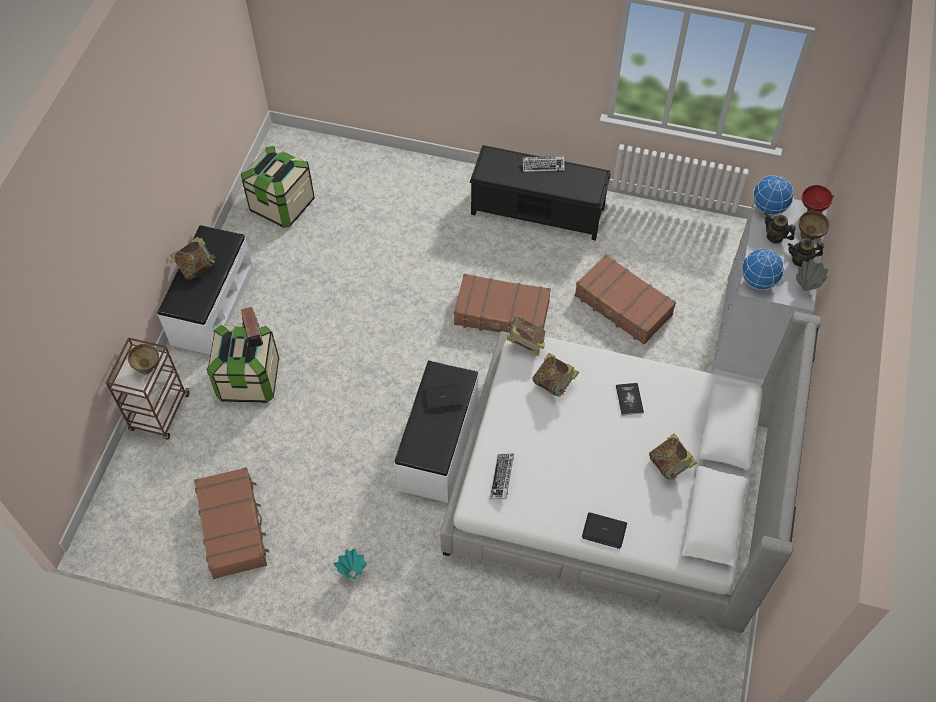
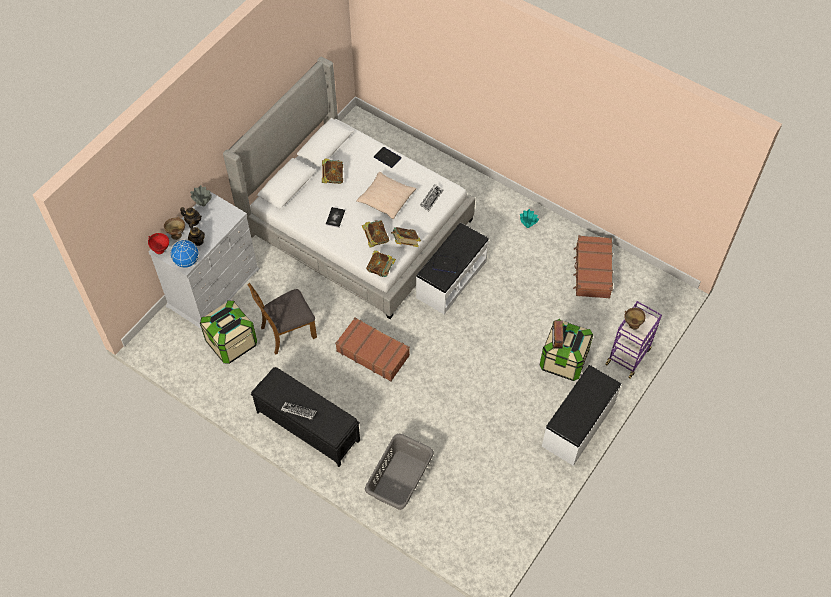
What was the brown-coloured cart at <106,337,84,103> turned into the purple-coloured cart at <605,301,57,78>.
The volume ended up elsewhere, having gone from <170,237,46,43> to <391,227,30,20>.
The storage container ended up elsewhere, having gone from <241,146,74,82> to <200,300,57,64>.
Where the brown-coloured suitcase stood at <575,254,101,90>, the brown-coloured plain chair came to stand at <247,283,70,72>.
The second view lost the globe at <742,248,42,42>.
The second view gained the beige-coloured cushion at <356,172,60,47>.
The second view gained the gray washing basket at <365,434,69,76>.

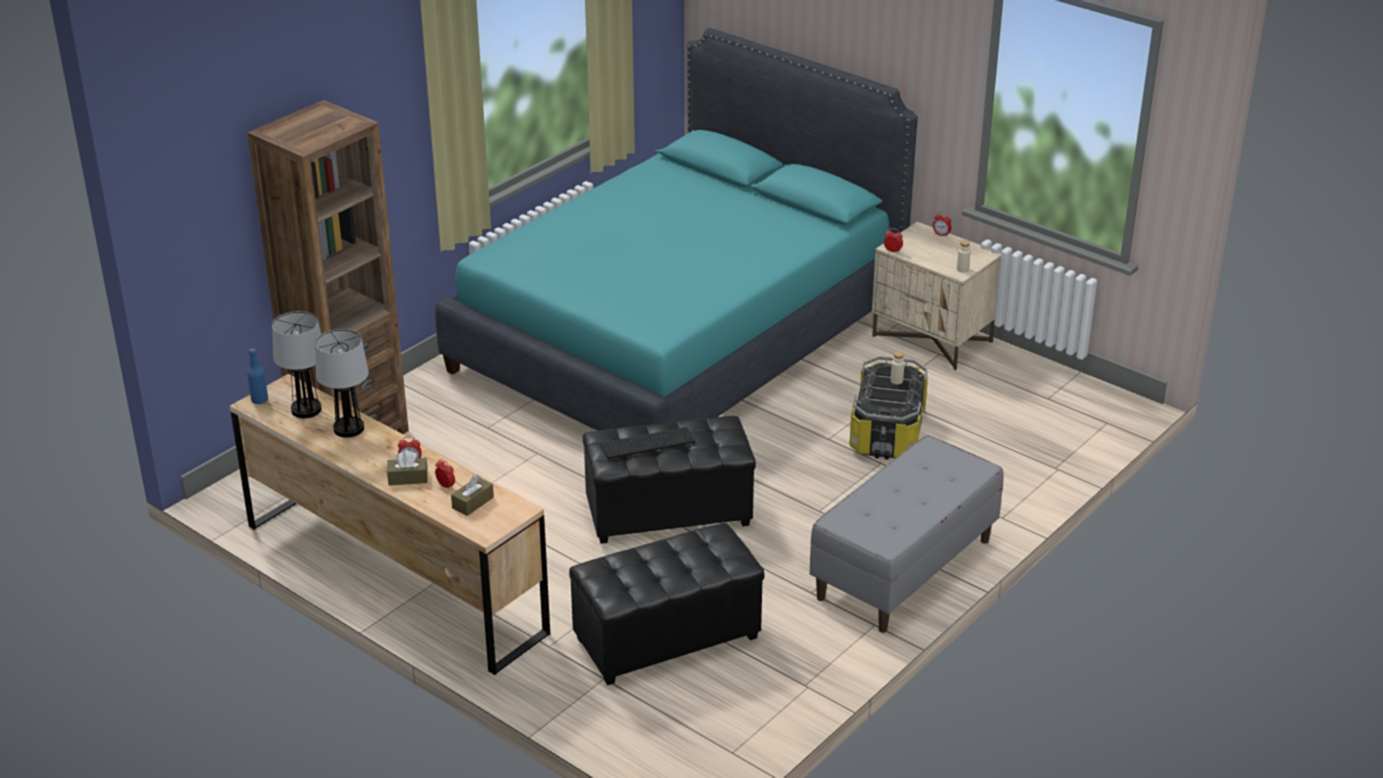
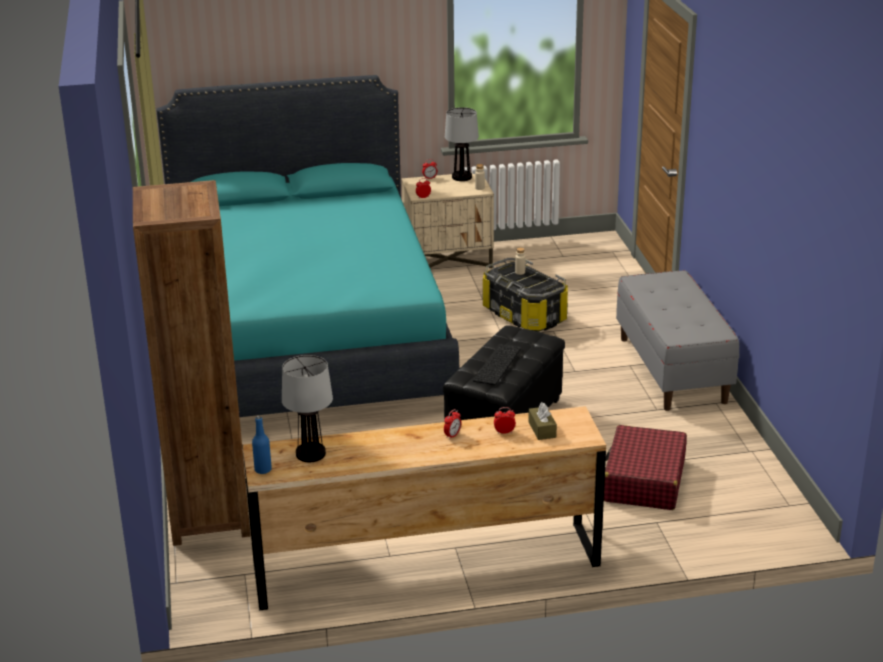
The tabletop lamp ended up elsewhere, having gone from <315,329,54,109> to <445,107,34,74>.
The second view lost the brown-coloured box of tissues at <387,450,41,35>.
Where the blackish footrest stood at <569,522,195,163>, the red-coloured suitcase came to stand at <604,425,83,85>.

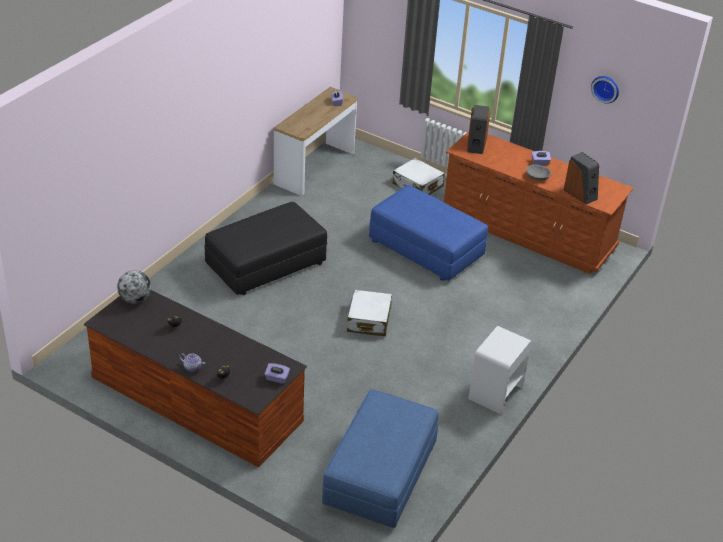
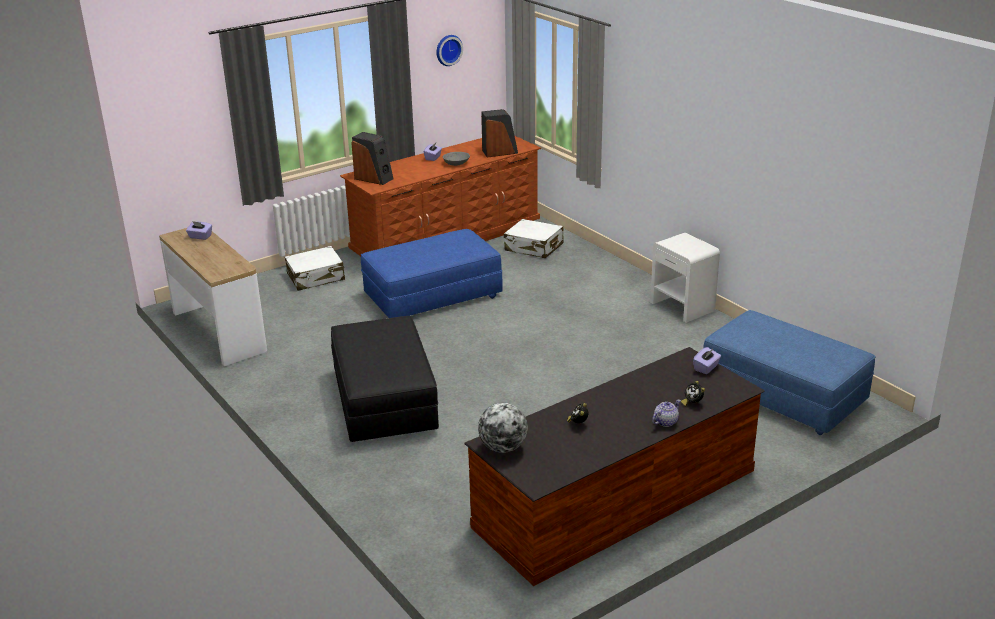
The white suitcase ended up elsewhere, having gone from <347,290,45,46> to <504,219,60,39>.

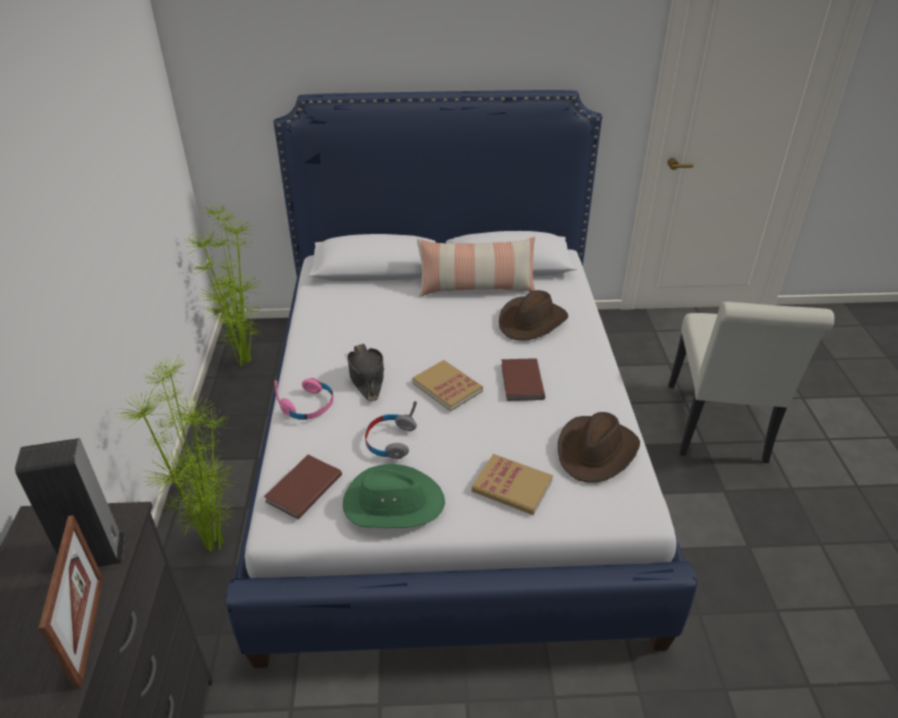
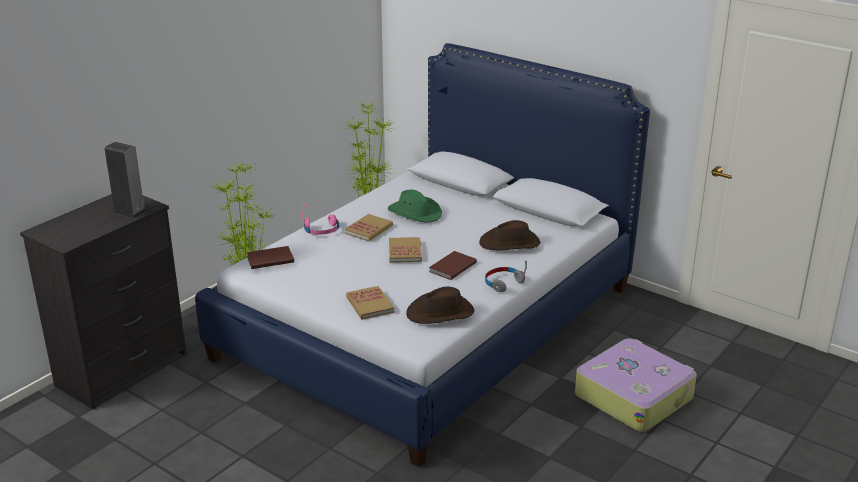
The second view lost the standing frame at <38,515,65,175>.
The greenish hat ended up elsewhere, having gone from <343,464,102,64> to <388,190,54,33>.
Where the blackish hat stood at <347,344,37,58>, the volume came to stand at <345,214,48,27>.
The gray pair of headphones ended up elsewhere, having gone from <365,401,52,58> to <485,260,42,32>.
The second view lost the cushion at <417,237,118,60>.
Where the white plain chair stood at <668,302,166,161>, the suitcase came to stand at <575,338,122,94>.

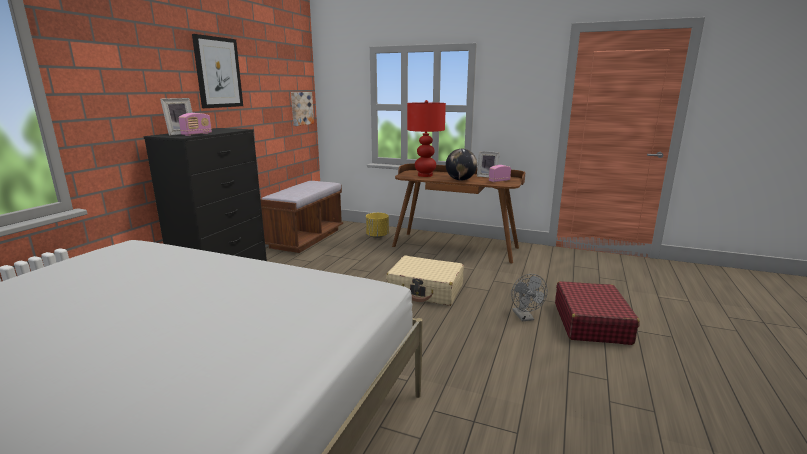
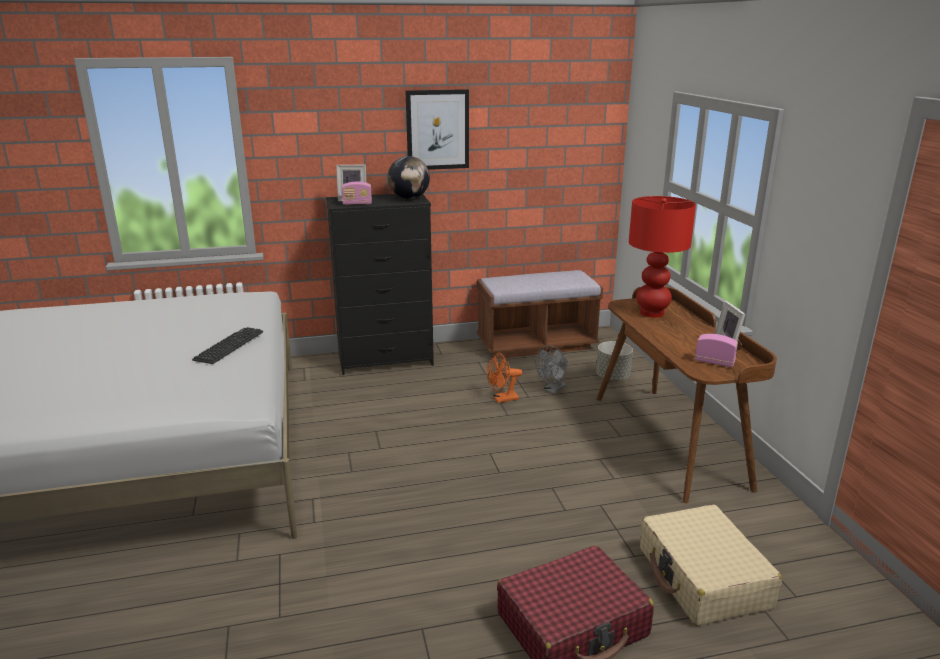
The second view lost the wall art at <291,92,23,34>.
What was the yellow flower pot at <366,213,23,25> turned into the gray flower pot at <596,341,37,40>.
The beige-coloured suitcase ended up elsewhere, having gone from <386,255,78,51> to <640,505,142,121>.
The globe ended up elsewhere, having gone from <446,149,31,31> to <388,156,42,43>.
The gray cooling fan ended up elsewhere, having gone from <511,274,37,48> to <535,345,33,49>.
The second view gained the computer keyboard at <192,327,71,37>.
The second view gained the orangey cooling fan at <487,353,36,50>.

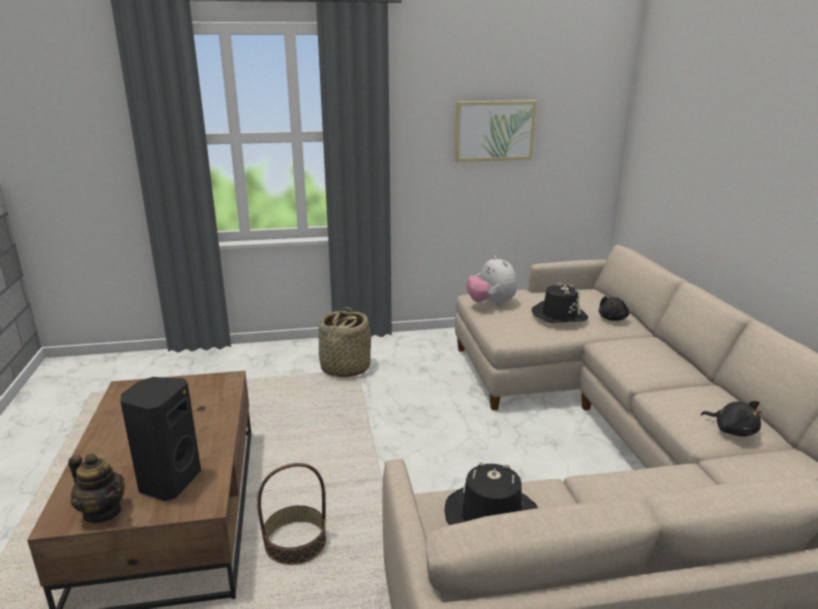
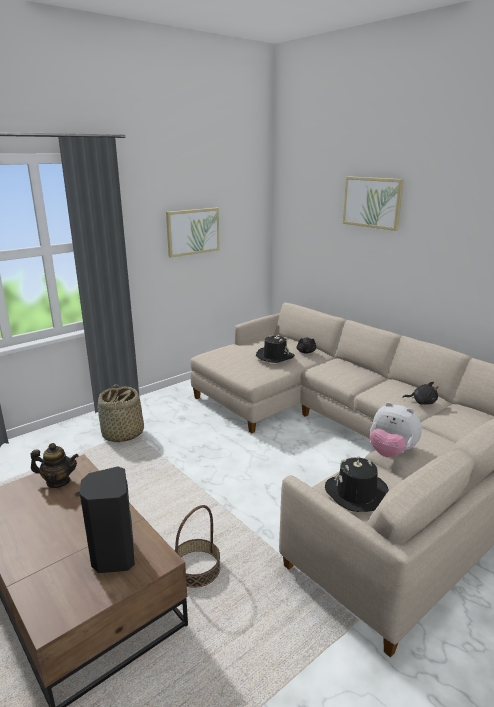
The teapot ended up elsewhere, having gone from <69,454,56,69> to <31,443,48,45>.
The plush toy ended up elsewhere, having gone from <467,255,50,51> to <370,402,52,55>.
The second view gained the wall art at <343,176,61,55>.

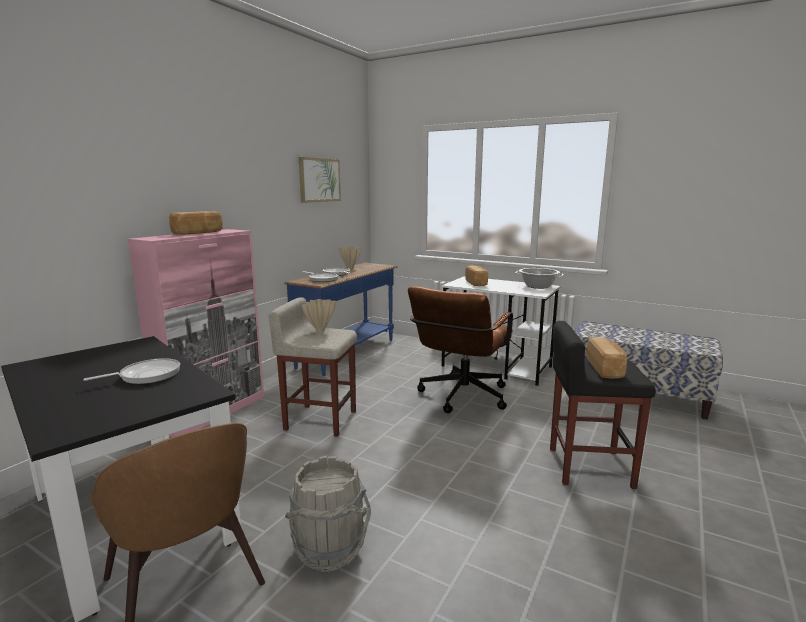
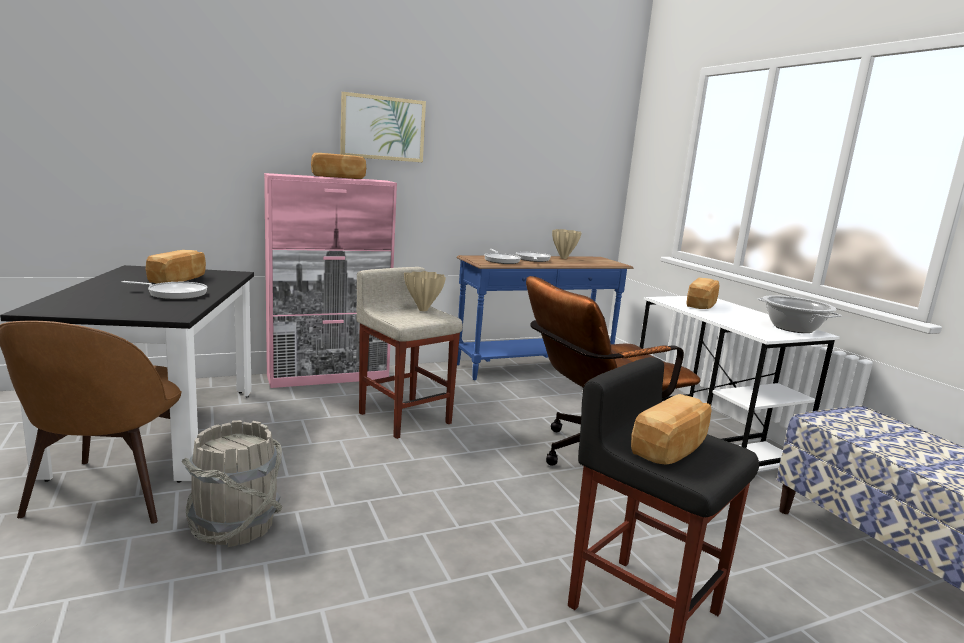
The wall art ended up elsewhere, having gone from <299,157,42,46> to <340,92,86,70>.
The second view gained the bread at <146,250,60,33>.

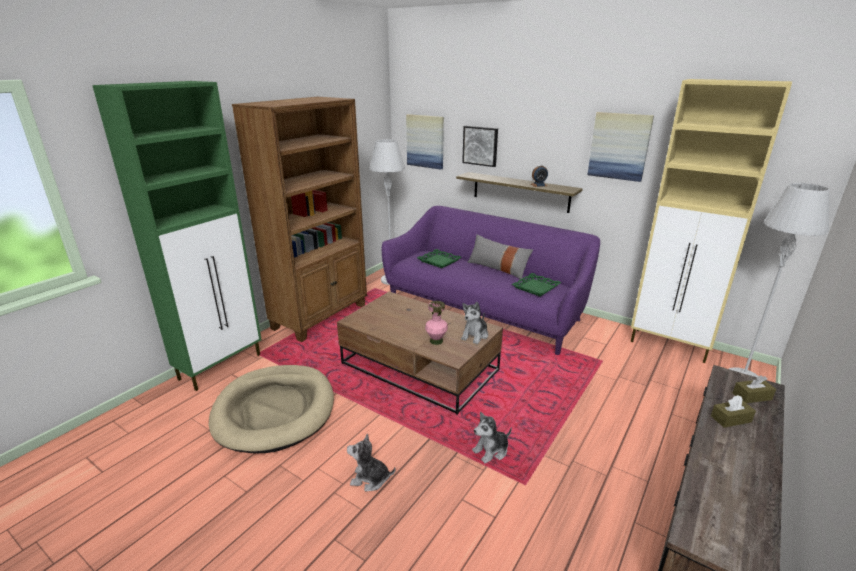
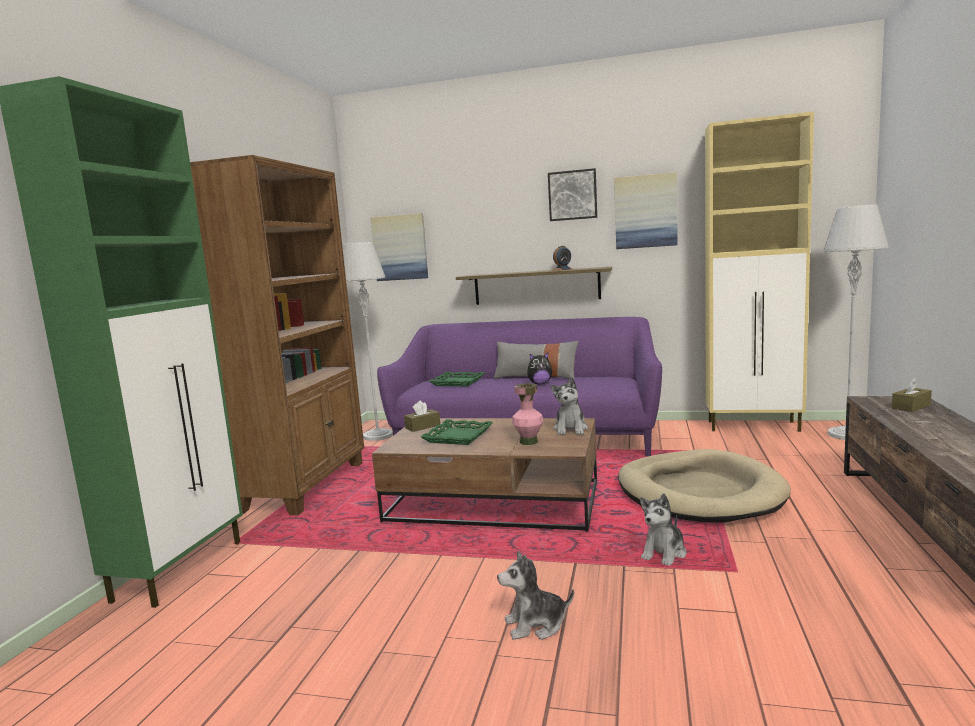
The beige-coloured dog cushion ended up elsewhere, having gone from <209,365,125,88> to <618,449,173,74>.
The wall art ended up elsewhere, having gone from <462,126,36,41> to <548,168,49,53>.
The greenish carrying tray ended up elsewhere, having gone from <512,273,49,24> to <421,419,72,26>.
The brown-coloured box of tissues ended up elsewhere, having gone from <711,395,45,33> to <404,401,36,31>.
The second view gained the plush toy at <527,353,25,31>.

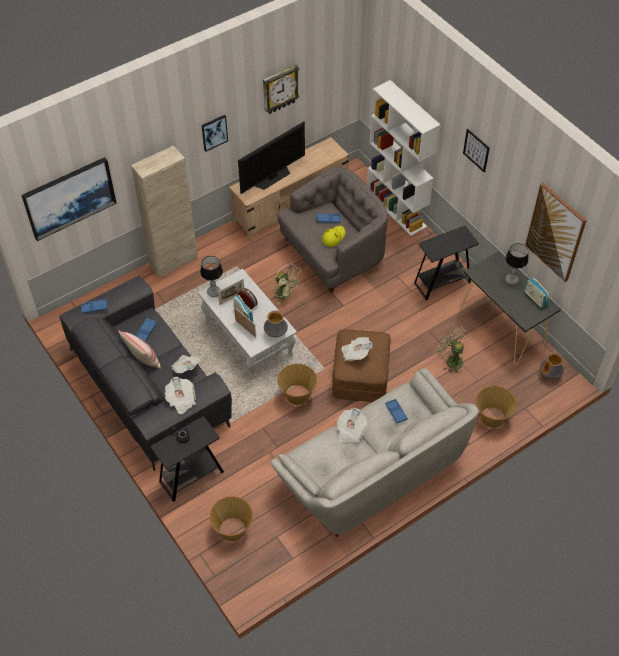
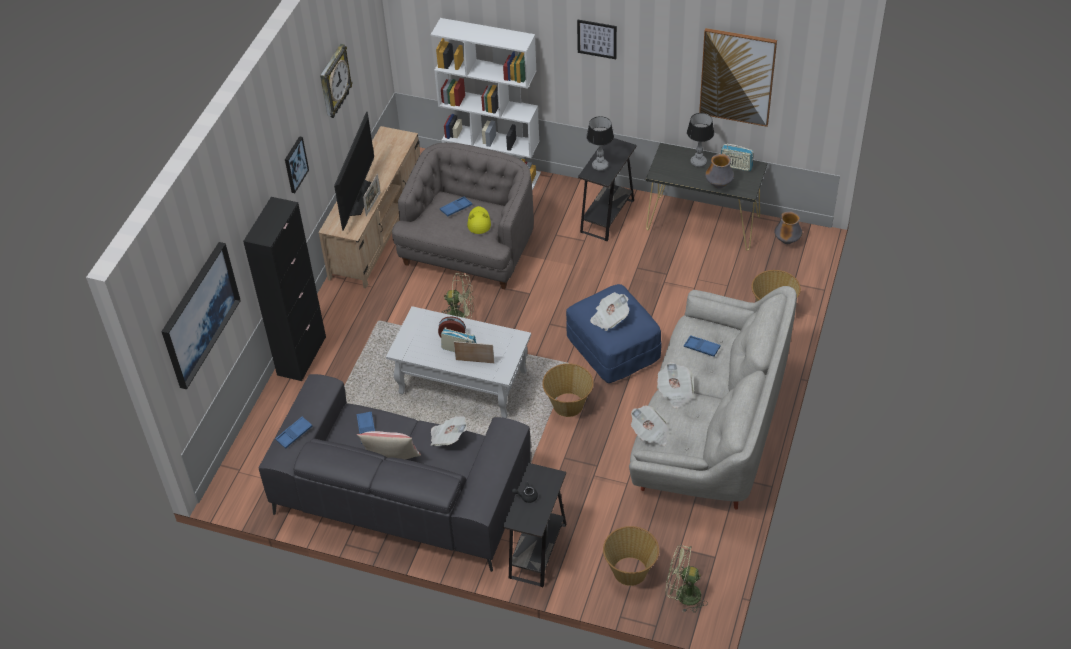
What was the beige-coloured storage cabinet at <131,145,67,133> turned into the blackish storage cabinet at <243,197,83,184>.
The newspaper ended up elsewhere, having gone from <165,377,31,37> to <631,406,38,40>.
The tabletop lamp ended up elsewhere, having gone from <200,256,23,41> to <586,116,28,55>.
The standing frame ended up elsewhere, having gone from <218,279,26,26> to <363,173,18,43>.
The vase ended up elsewhere, having gone from <264,311,24,26> to <705,154,29,35>.
What was the brown-coloured footrest at <332,330,59,72> turned into the blue footrest at <566,284,95,99>.
The greenish cooling fan ended up elsewhere, having gone from <435,326,34,48> to <665,545,43,68>.

